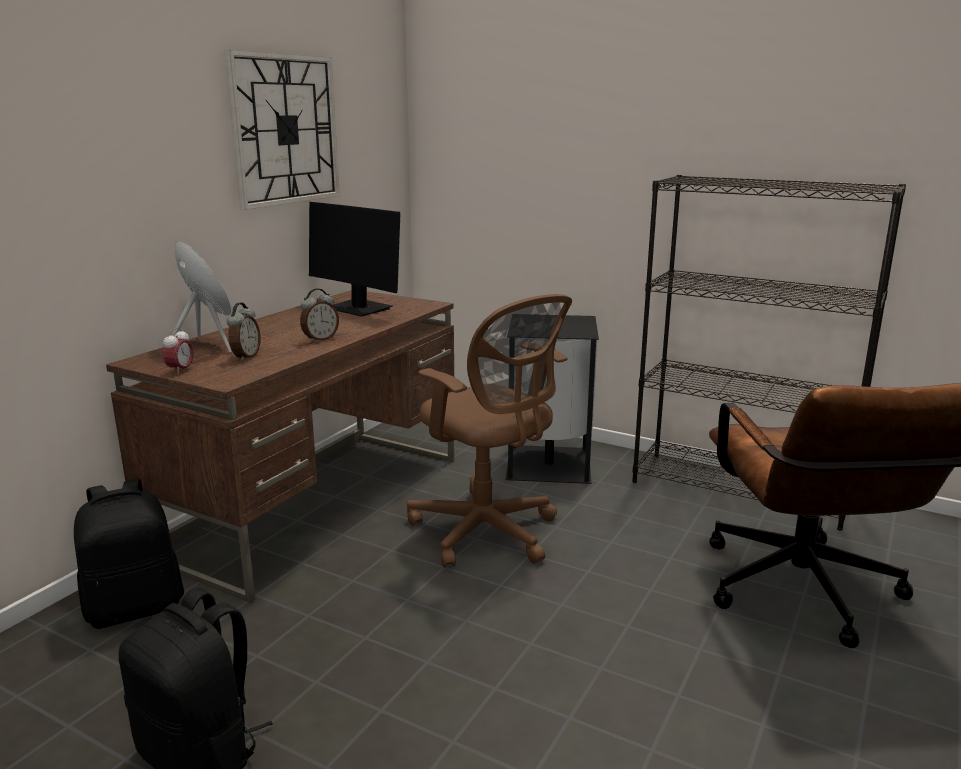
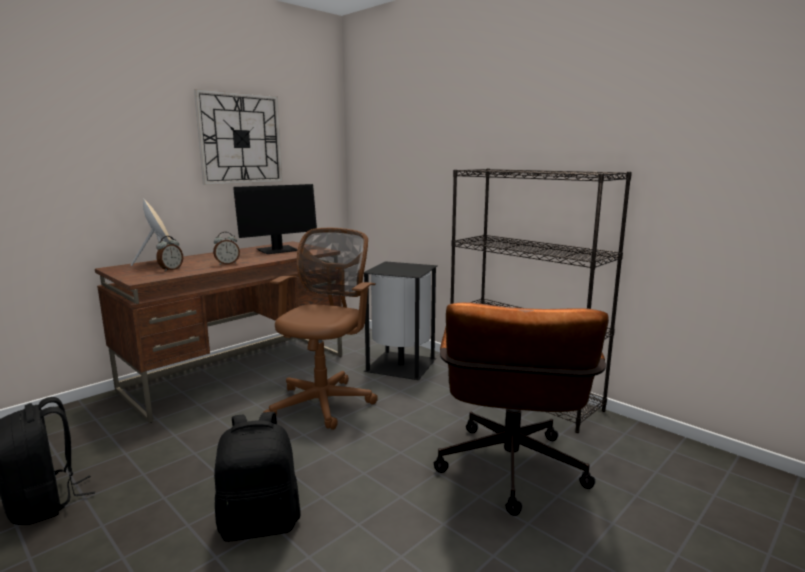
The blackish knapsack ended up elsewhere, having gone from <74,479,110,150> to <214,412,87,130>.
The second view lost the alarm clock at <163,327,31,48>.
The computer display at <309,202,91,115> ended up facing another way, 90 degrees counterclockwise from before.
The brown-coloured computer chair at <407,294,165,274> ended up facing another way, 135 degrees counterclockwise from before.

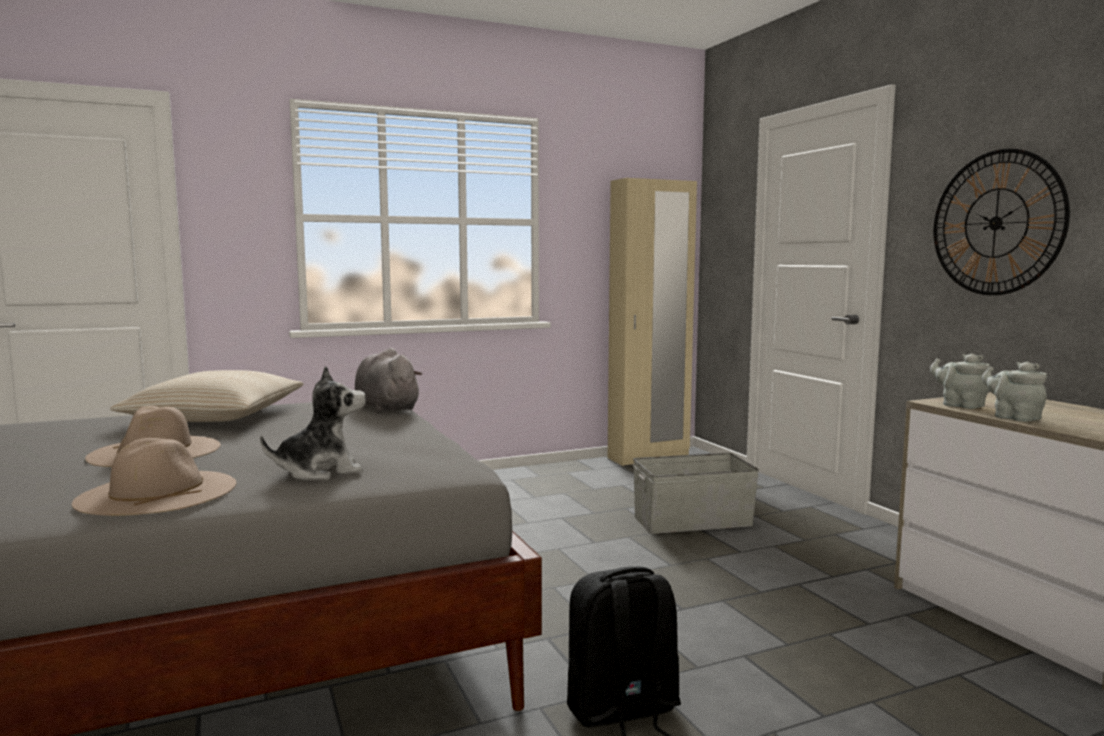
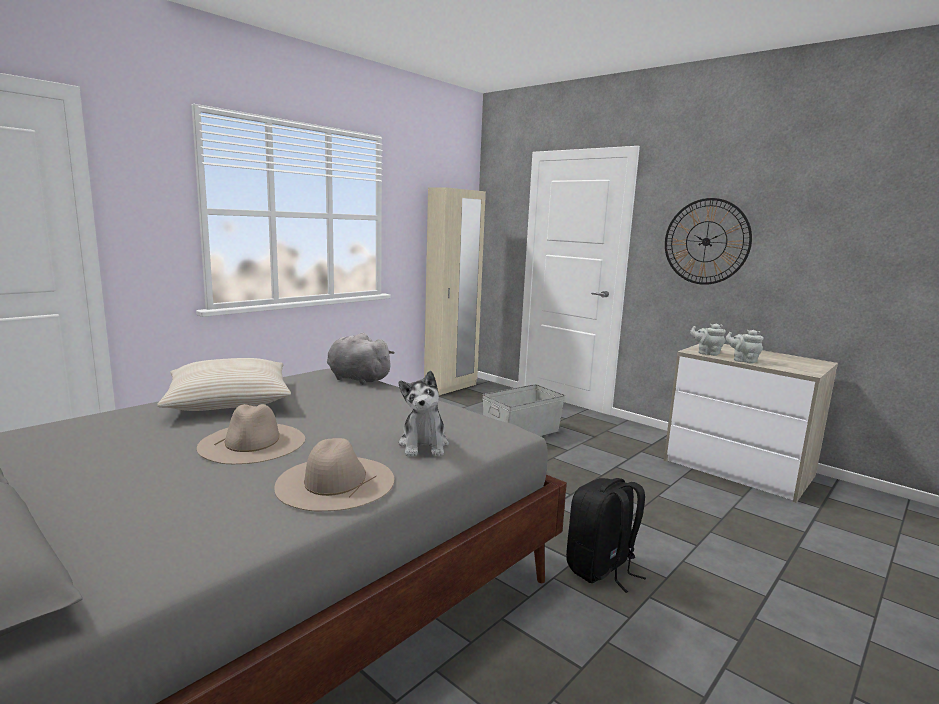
The plush toy at <260,366,106,114> ended up facing another way, 135 degrees clockwise from before.

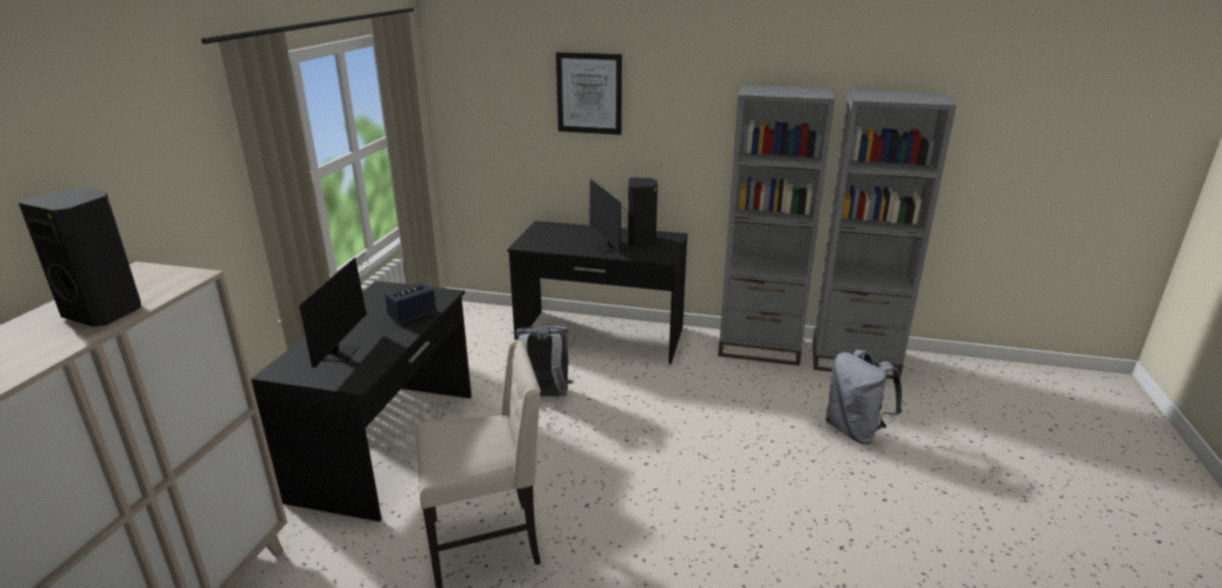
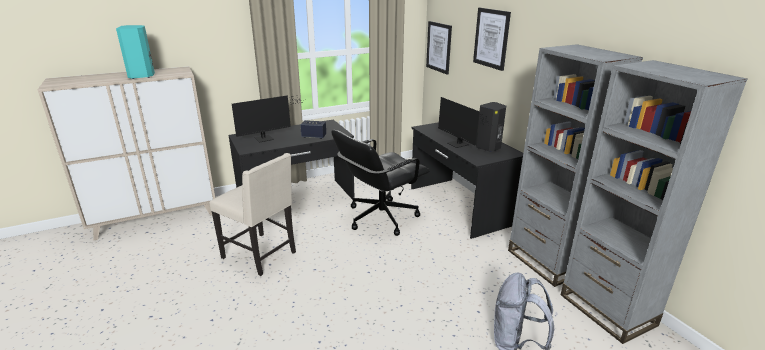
What was the blackish audio speaker at <19,188,122,139> turned into the turquoise audio speaker at <116,25,39,54>.
Where the gray knapsack stood at <516,326,56,71>, the blackish computer chair came to stand at <332,130,97,106>.
The computer display at <589,179,40,74> ended up facing another way, 60 degrees counterclockwise from before.
The second view gained the wall art at <426,21,26,54>.

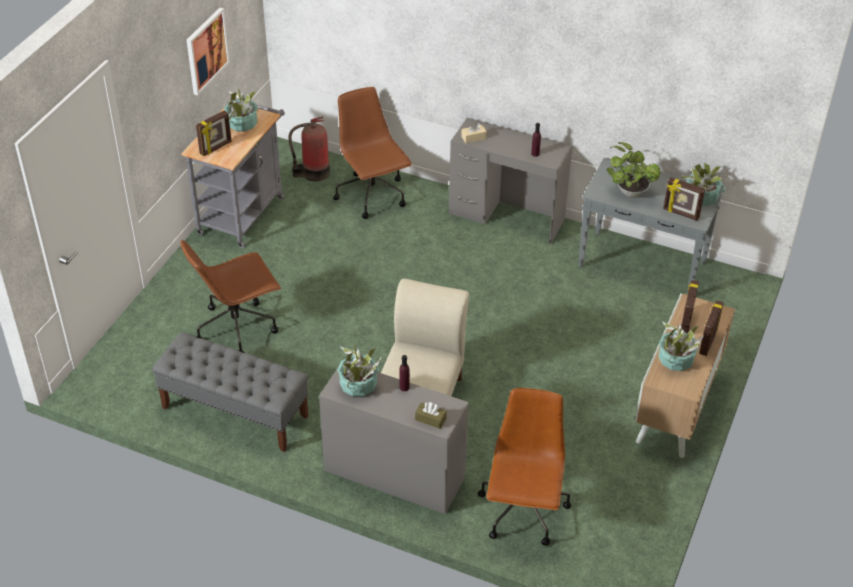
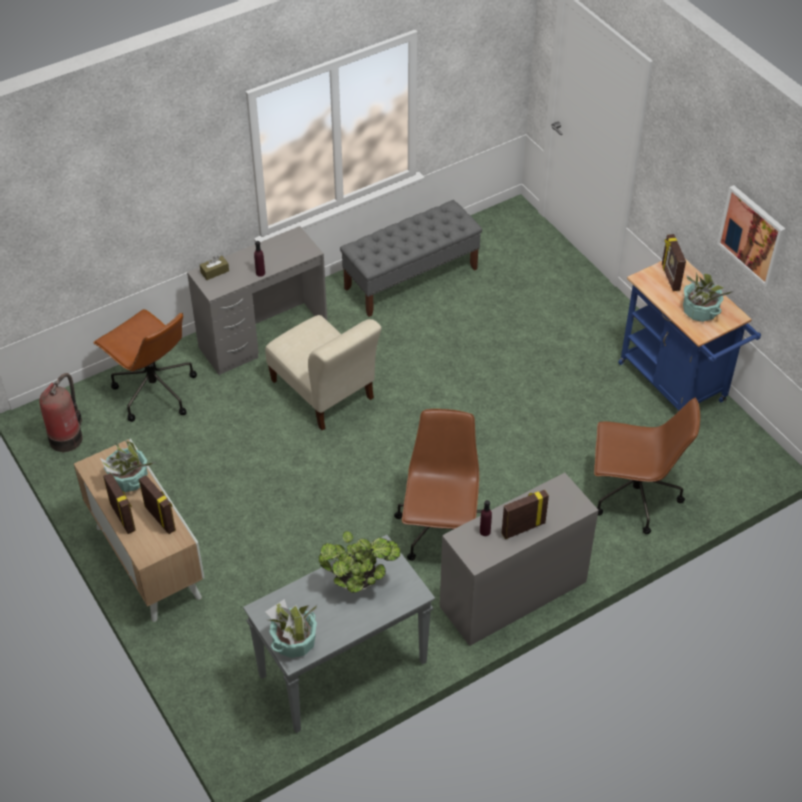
The brown-coloured computer chair ended up elsewhere, having gone from <180,240,101,113> to <394,409,88,152>.
What was the gray cart at <181,104,104,144> turned into the blue cart at <618,259,143,152>.
The fire extinguisher ended up elsewhere, having gone from <289,116,41,65> to <39,373,44,79>.
The second view lost the houseplant at <337,344,45,52>.
The second view lost the beige-coloured box of tissues at <461,123,26,20>.
The standing frame ended up elsewhere, having gone from <663,177,42,44> to <502,490,47,49>.

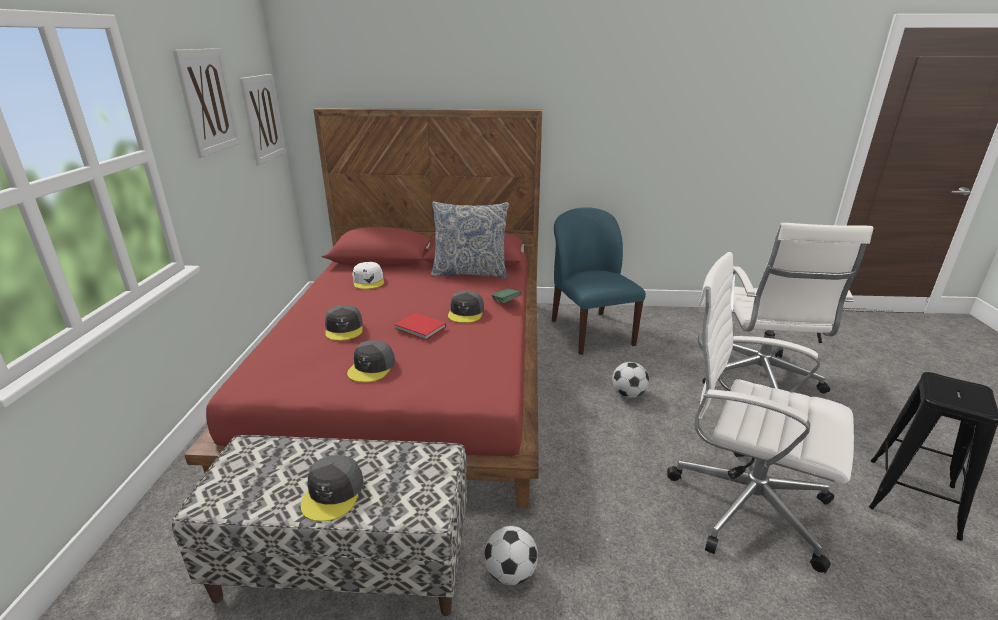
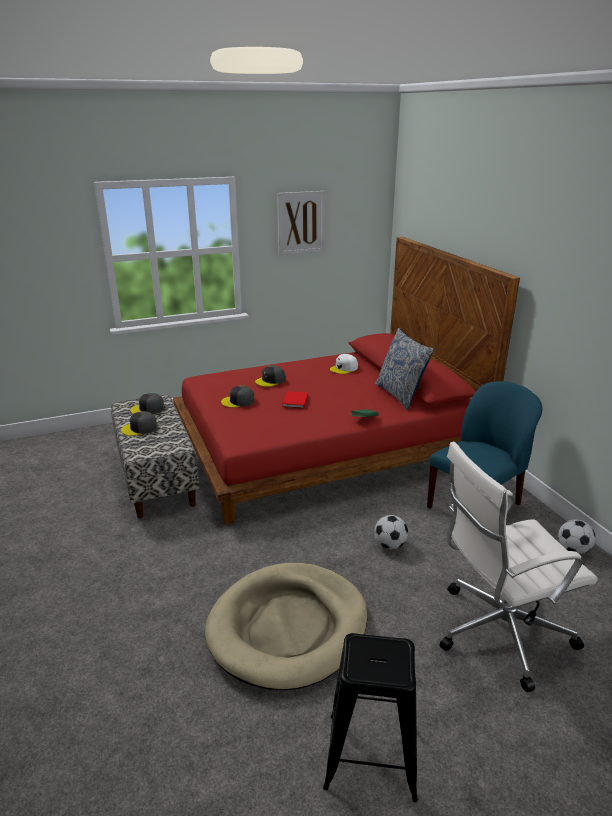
The second view lost the wall art at <239,74,47,91>.
The gray baseball cap ended up elsewhere, having gone from <448,291,36,32> to <130,393,35,21>.
The football ball ended up elsewhere, having gone from <484,526,54,59> to <558,519,38,35>.
Where the white computer chair stood at <667,252,187,321>, the beige-coloured dog cushion came to stand at <205,563,162,127>.

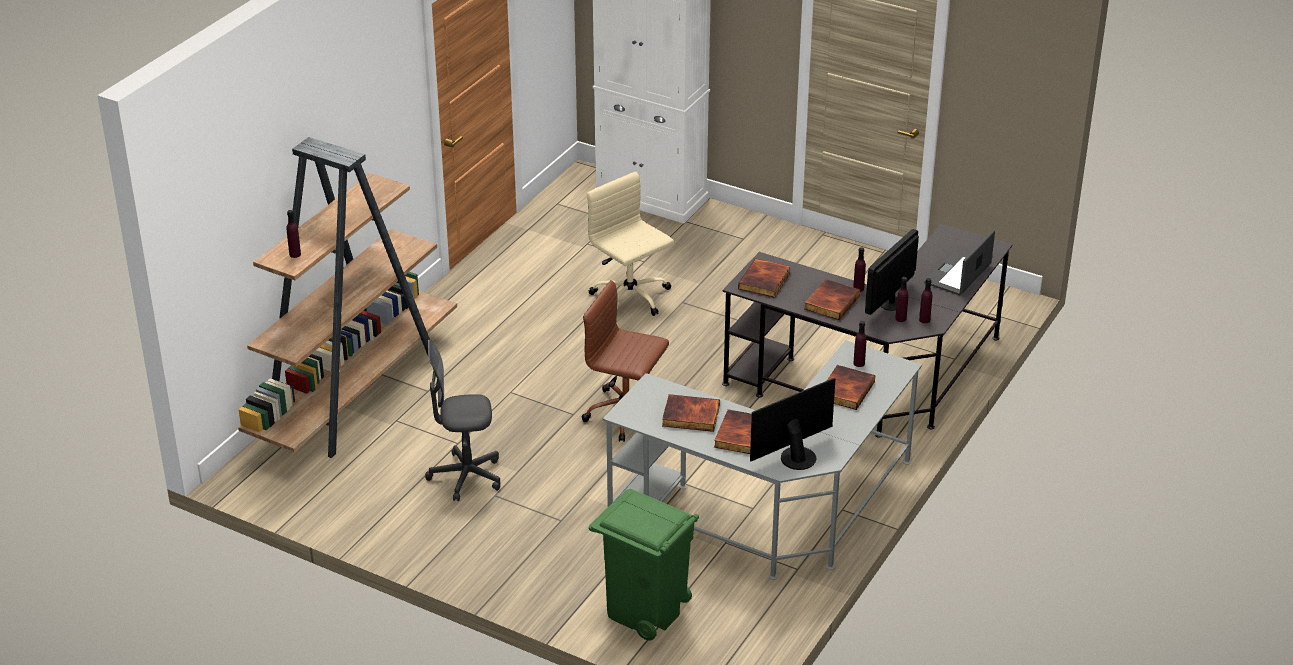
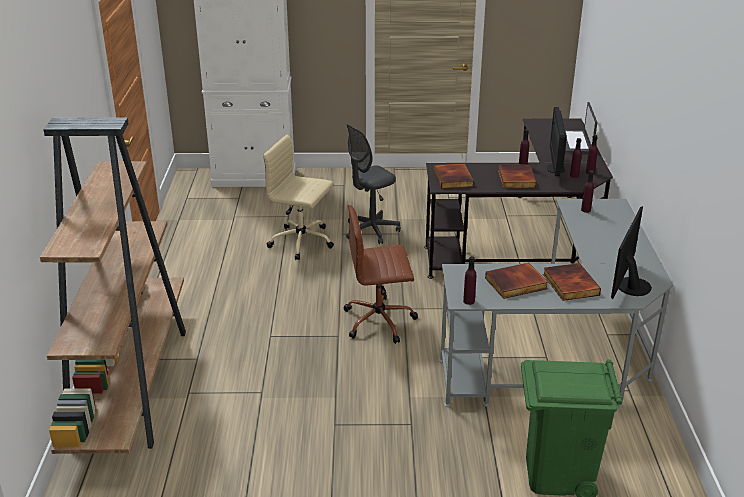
The purple-coloured bottle ended up elsewhere, having gone from <287,210,14,48> to <463,256,13,49>.
The gray computer chair ended up elsewhere, having gone from <425,340,75,161> to <346,124,55,120>.
The second view lost the volume at <827,365,48,45>.

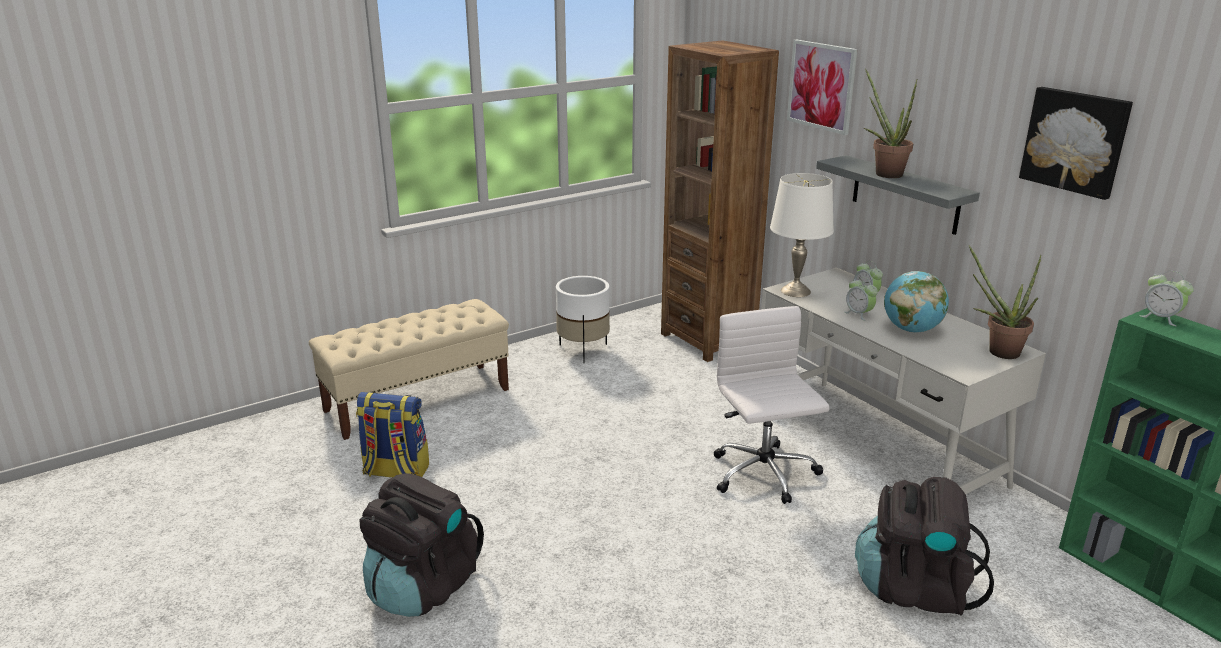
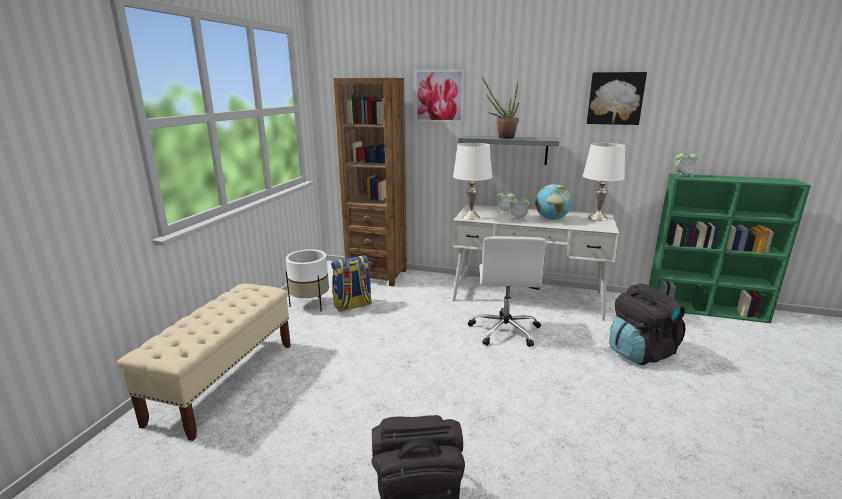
The knapsack ended up elsewhere, having gone from <356,392,73,86> to <331,255,41,57>.
The white computer chair at <714,306,116,198> ended up facing another way, 120 degrees counterclockwise from before.
Where the houseplant stood at <969,245,72,114>, the white tabletop lamp came to stand at <583,143,42,78>.

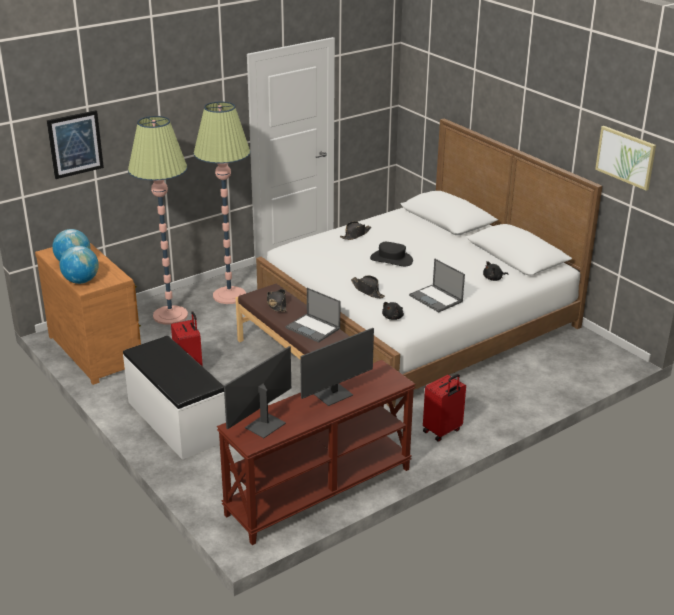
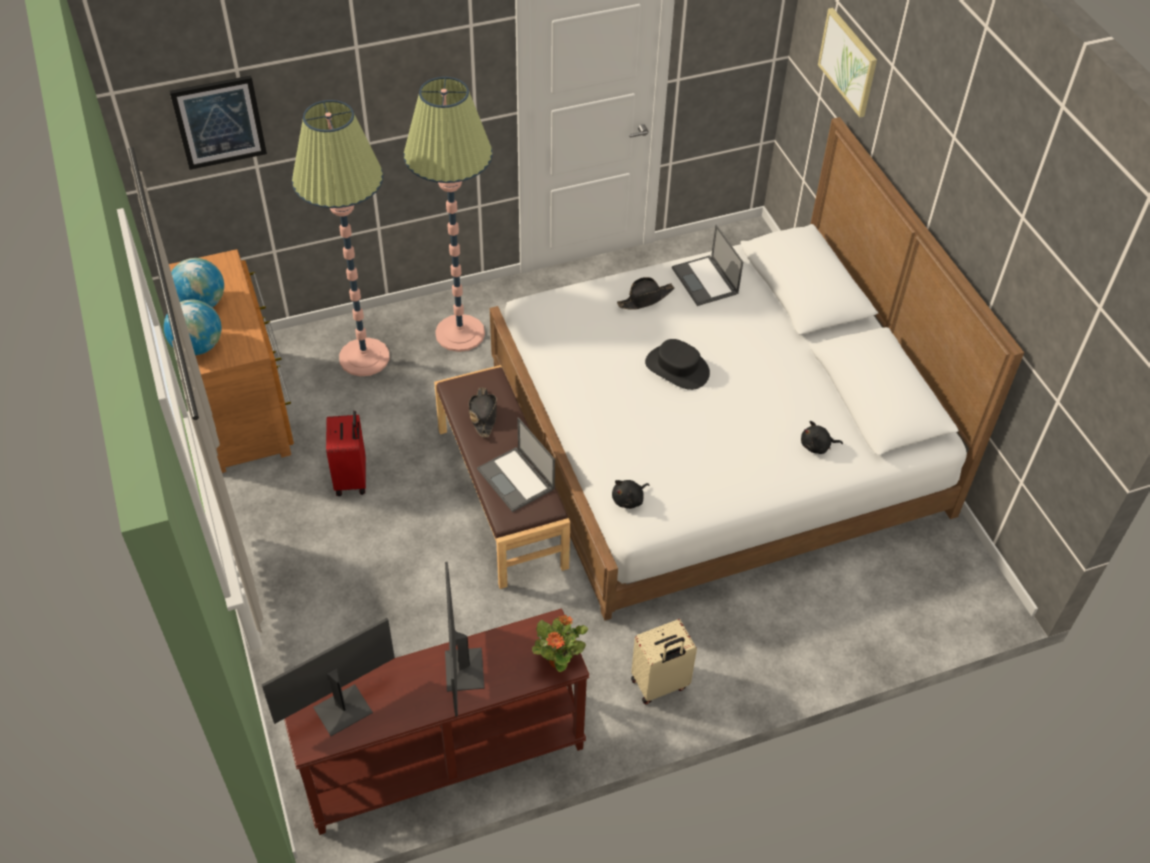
The second view lost the white bench at <123,336,103,124>.
The computer display at <300,328,74,78> ended up facing another way, 105 degrees clockwise from before.
The second view lost the blackish hat at <351,275,34,23>.
The notebook computer ended up elsewhere, having gone from <409,258,56,55> to <672,225,71,81>.
What was the red-coloured suitcase at <423,374,43,68> turned into the beige-coloured suitcase at <631,619,66,86>.
The wall art ended up elsewhere, having gone from <595,126,61,65> to <818,8,59,109>.
The second view gained the houseplant at <532,615,56,57>.

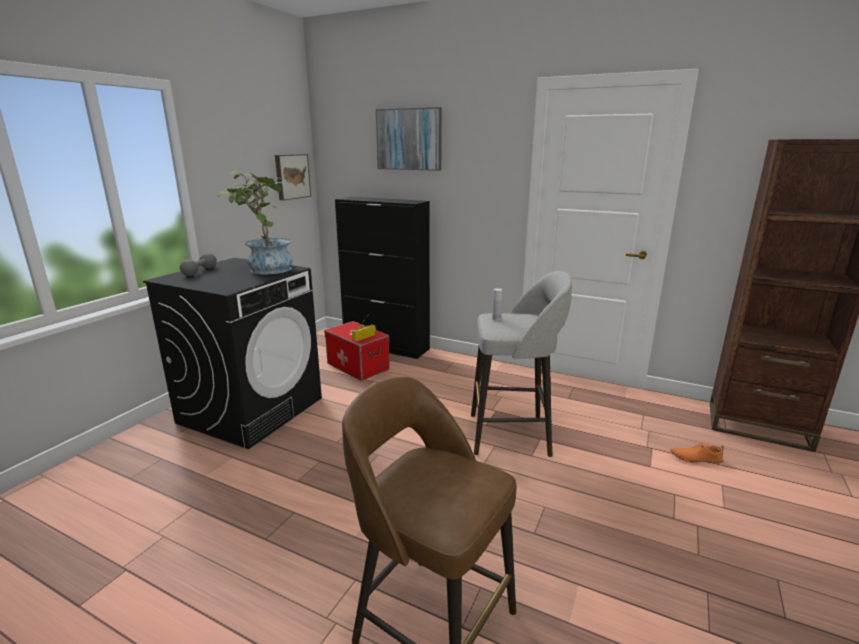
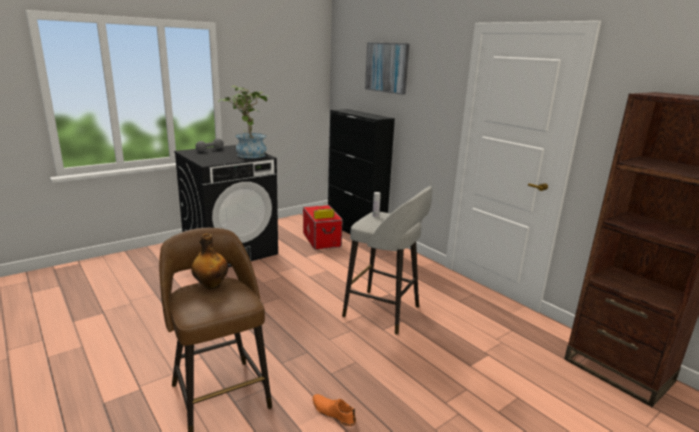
The second view lost the wall art at <275,154,36,46>.
The orangey shoe ended up elsewhere, having gone from <670,443,54,21> to <313,394,43,32>.
The second view gained the bottle at <191,233,37,57>.

